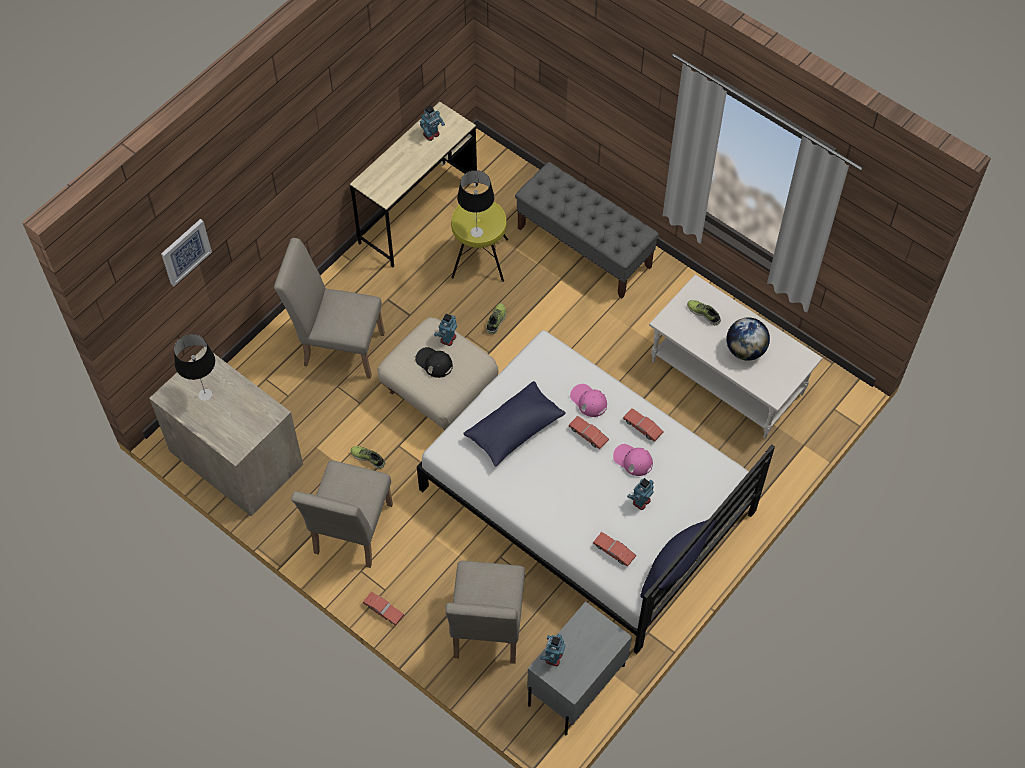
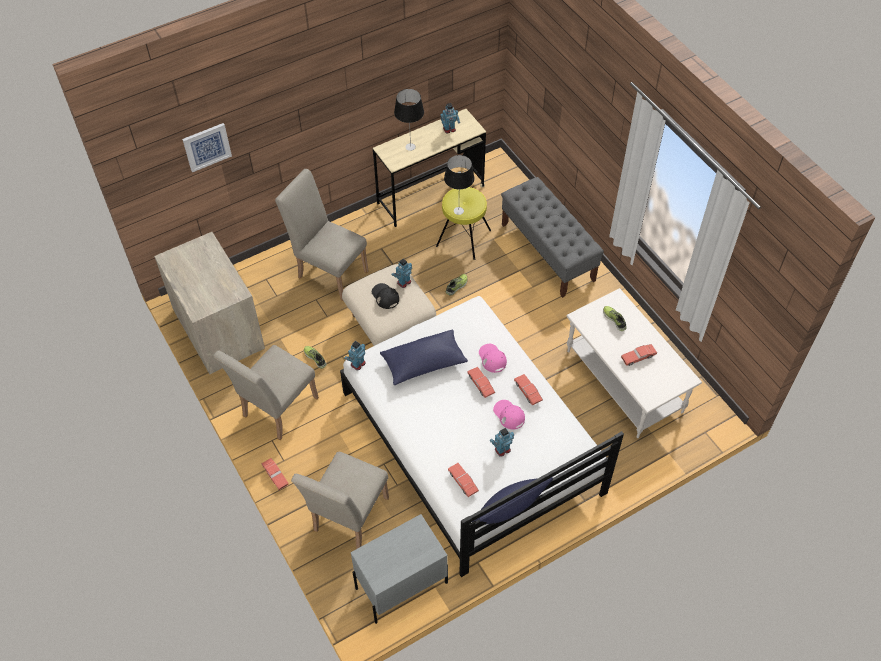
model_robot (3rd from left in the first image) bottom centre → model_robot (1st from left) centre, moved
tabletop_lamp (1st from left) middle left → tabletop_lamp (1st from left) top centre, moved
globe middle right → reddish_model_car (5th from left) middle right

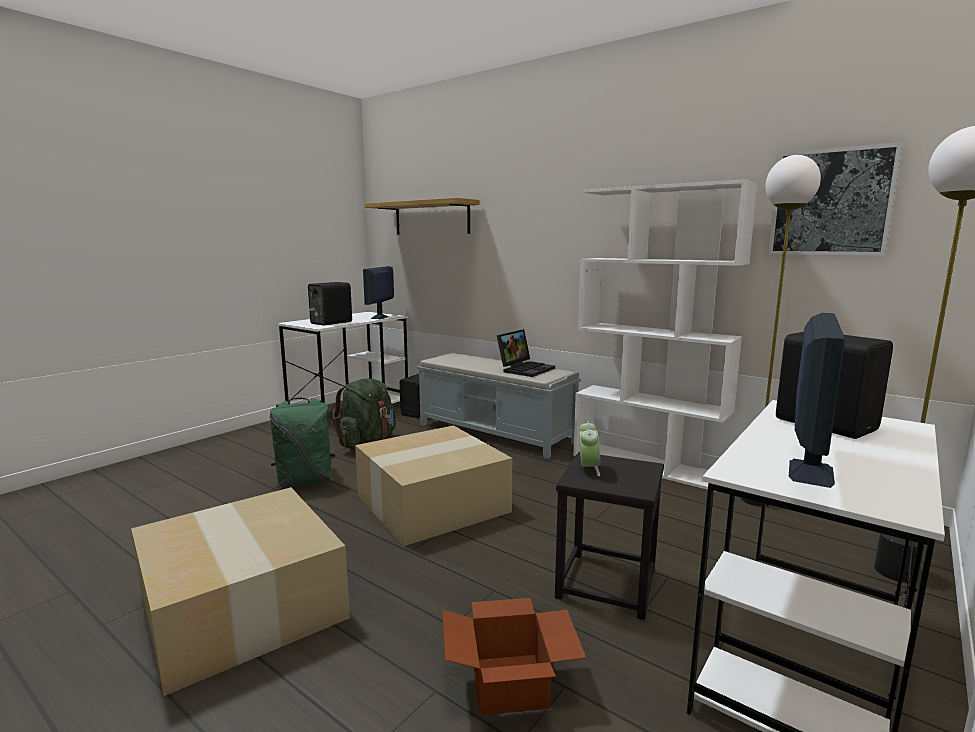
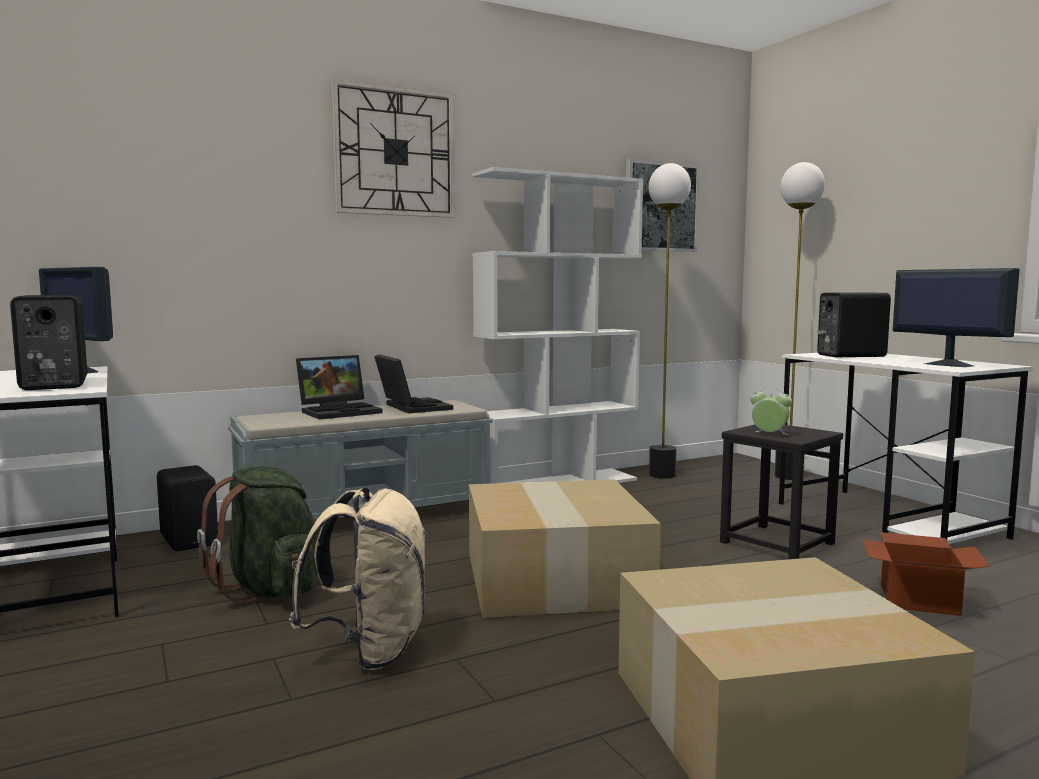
green-coloured_backpack (1st from left) middle left → beige_backpack bottom centre
- → laptop (1st from left) middle left
- → clock_on_the_wall top centre
wall_shelf top centre → -

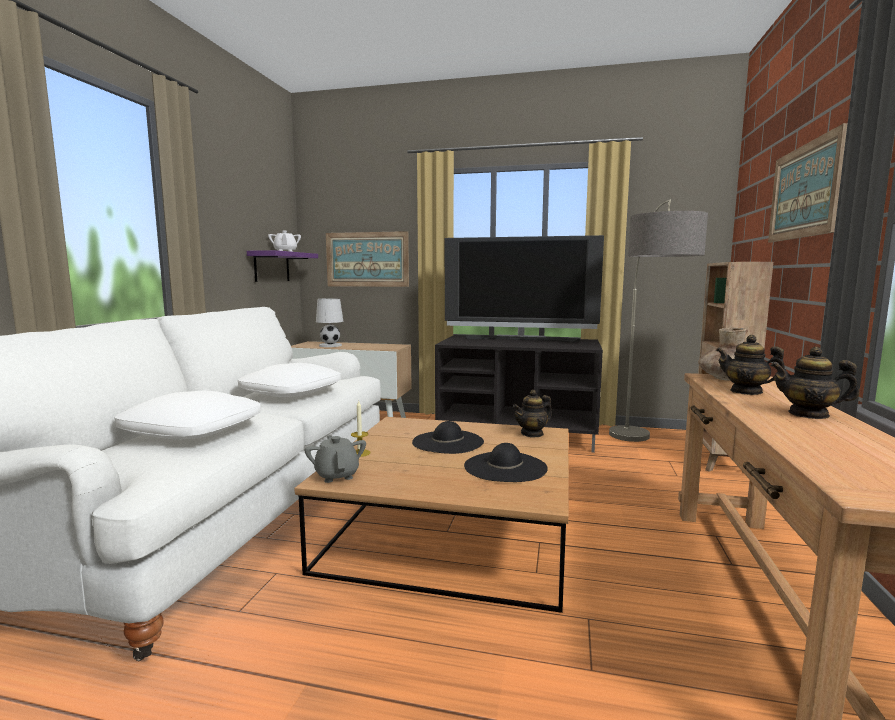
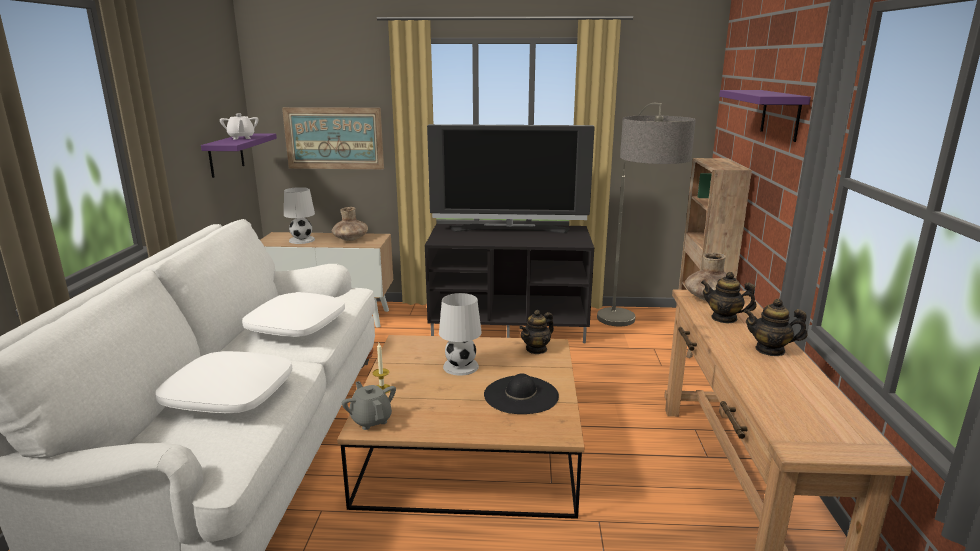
- → brown-coloured_decorative_vase (1st from left) centre
black_clothing_hat (1st from left) centre → white-coloured_tabletop_lamp (2nd from left) centre
wall_picture (2nd from left) top right → purple-coloured_wall_shelf (2nd from left) top right

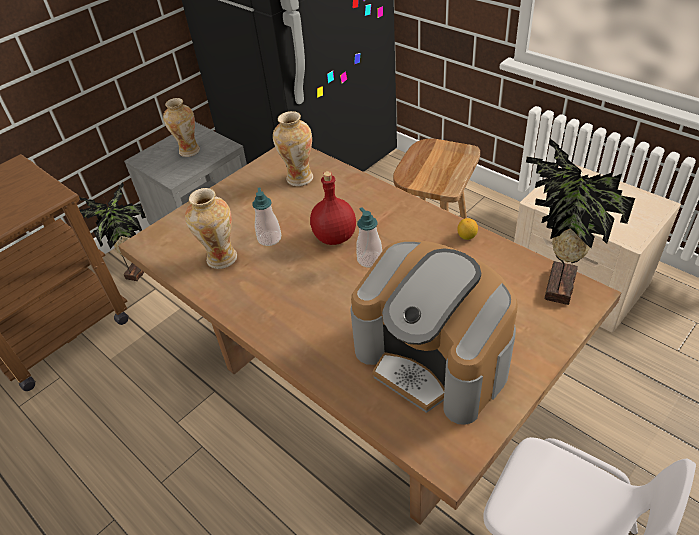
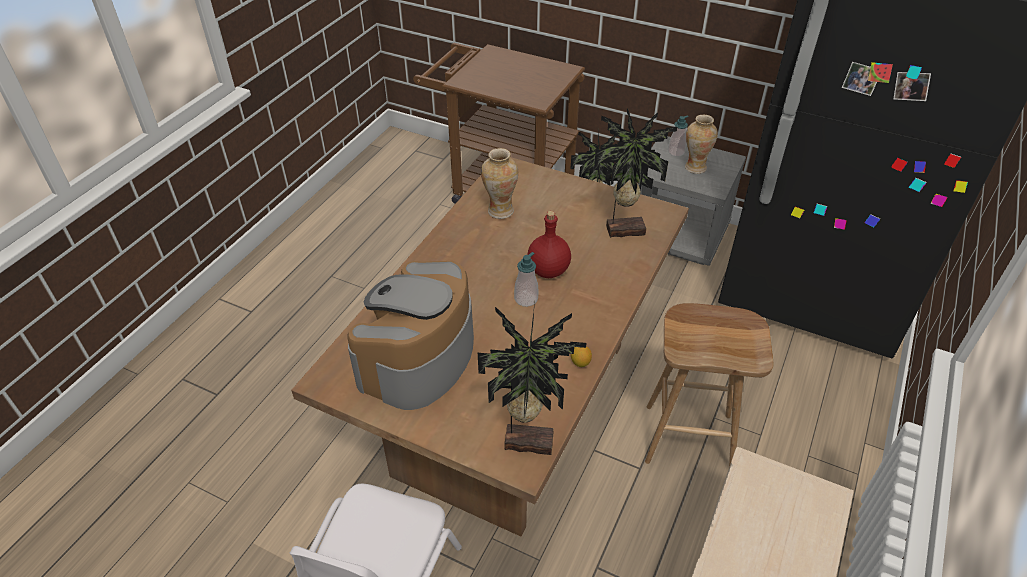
decorative_vase (3rd from left) top centre → houseplant (3rd from left) top centre
liquid_soap_bottle (1st from left in the first image) centre → liquid_soap_bottle (2nd from left) top centre, moved

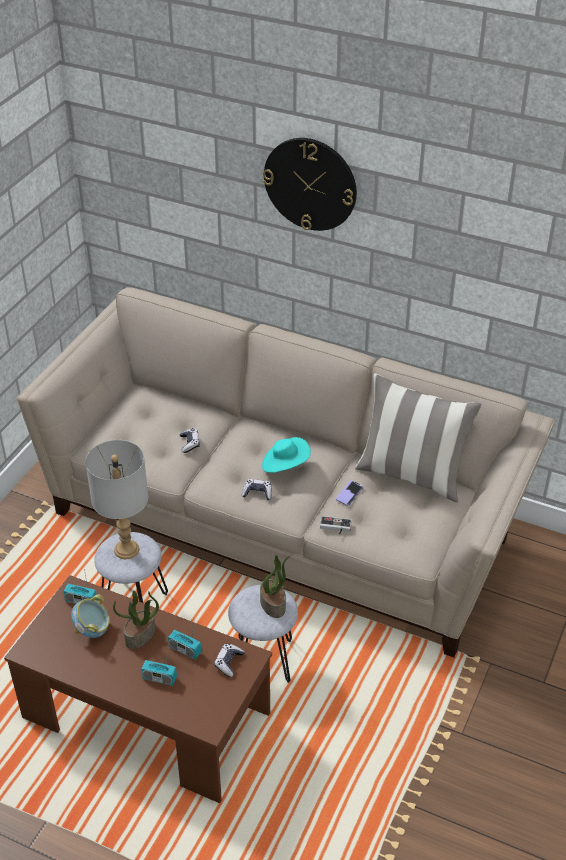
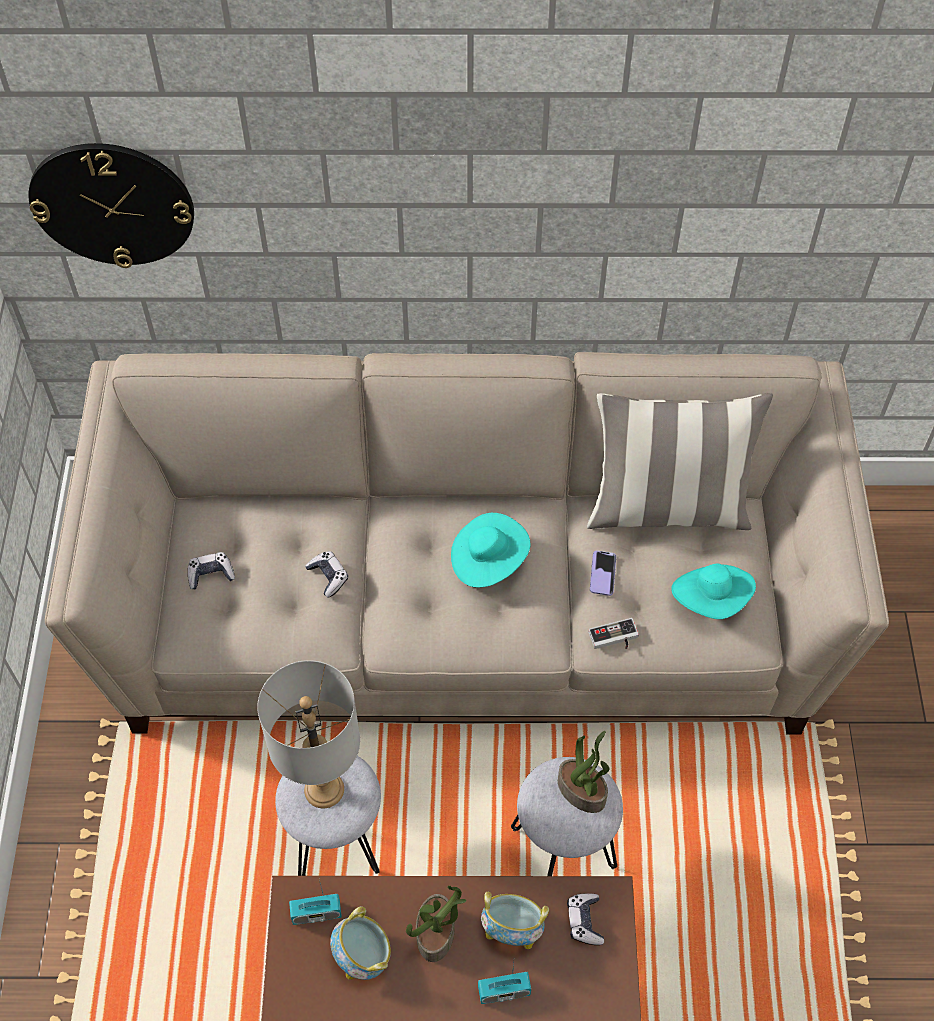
clock_on_the_wall top centre → clock_on_the_wall top left, moved
joypad (3rd from left in the first image) centre → joypad (1st from left) middle left, moved
radio_receiver (3rd from left) bottom left → deep_dish (2nd from left) bottom centre
- → blue-green_clothing_hat (2nd from left) middle right

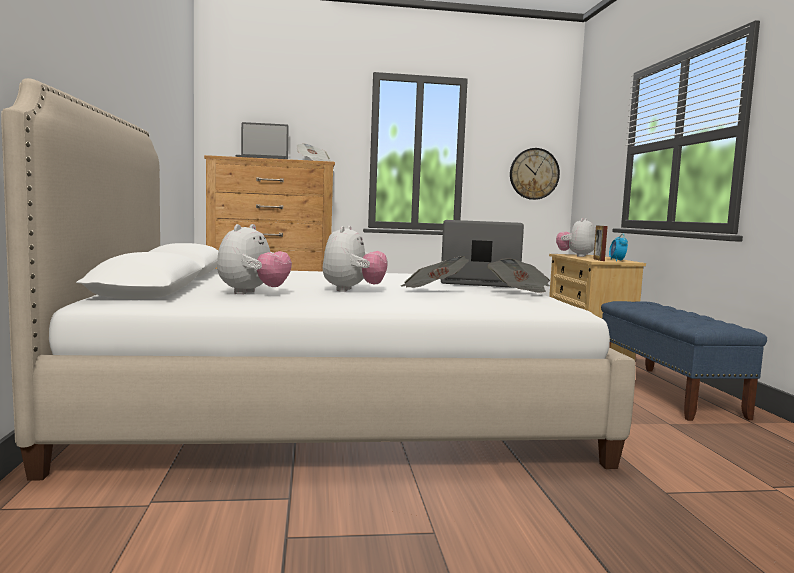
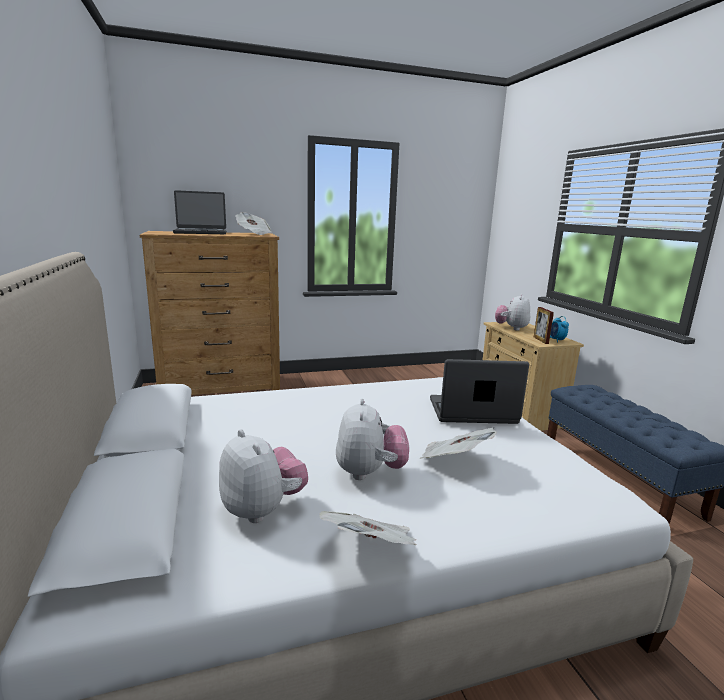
soft_toy (1st from left) middle left → soft_toy (1st from left) bottom centre, 45 degrees counterclockwise
daily_paper (3rd from left in the first image) centre → daily_paper (2nd from left) bottom centre, moved
clock_on_the_wall top right → -

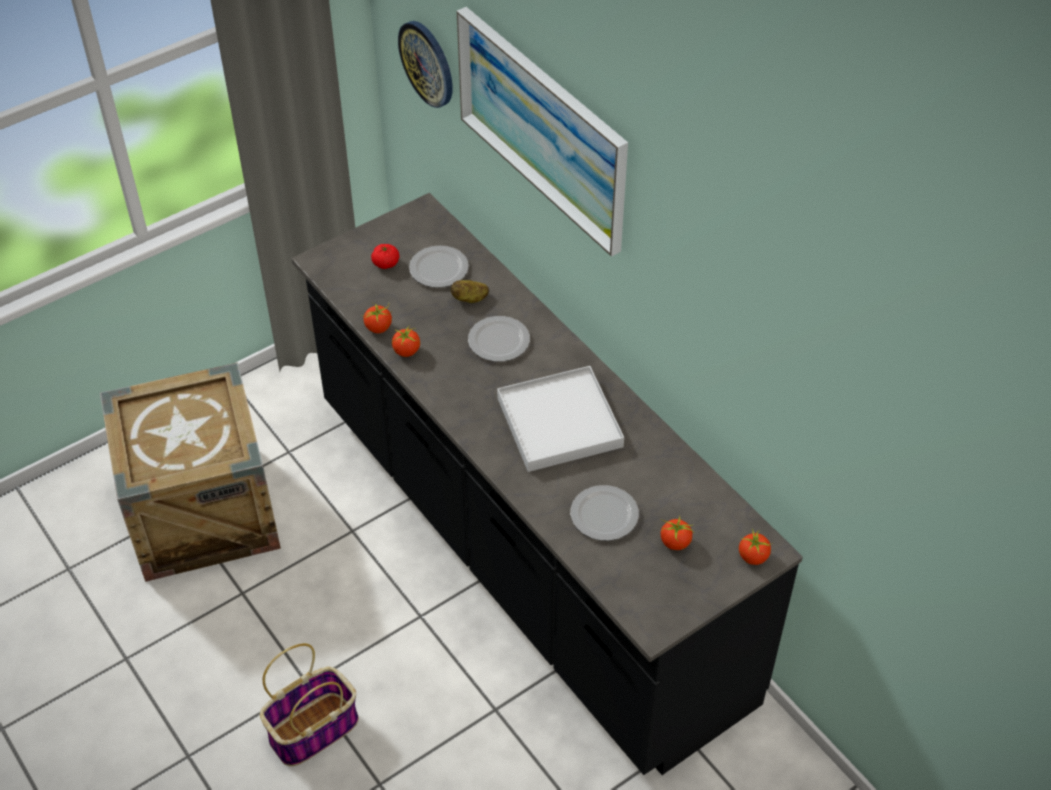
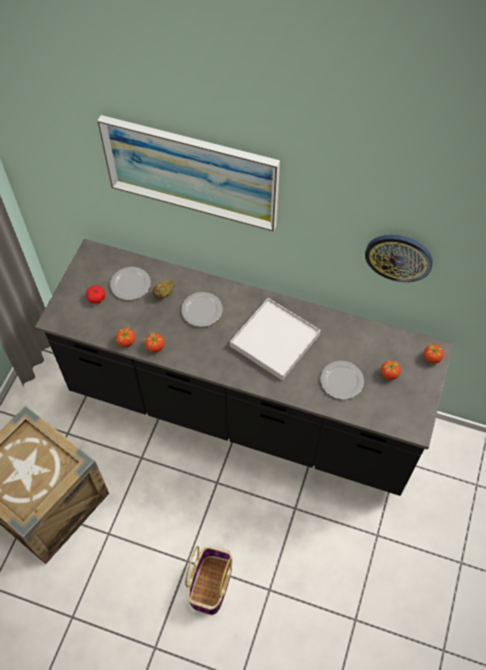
clock_on_the_wall top centre → clock_on_the_wall middle right, moved

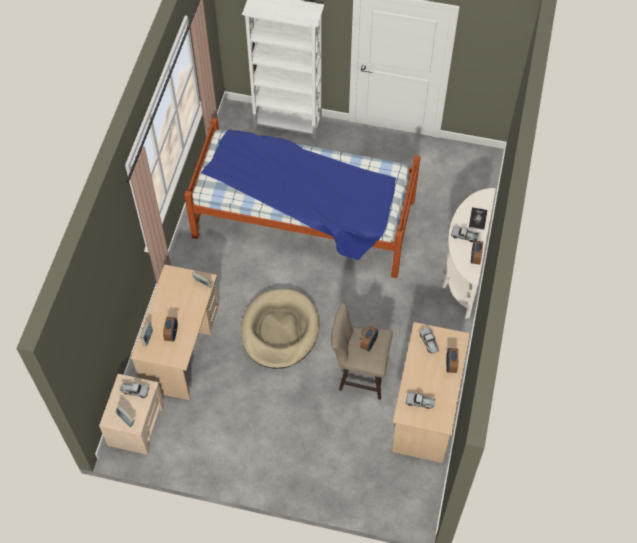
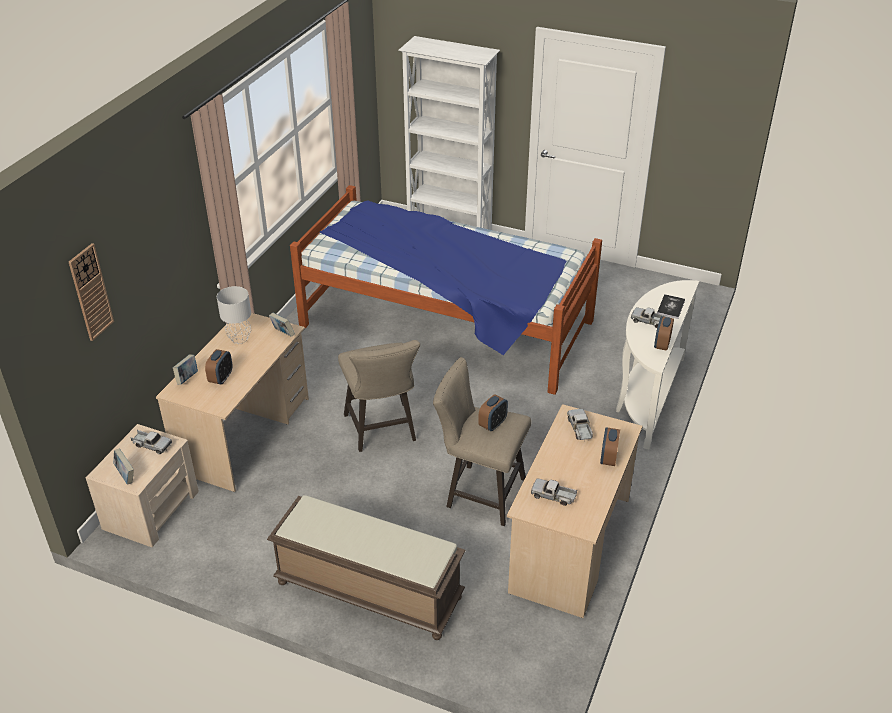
- → clock_on_the_wall middle left
- → gray_tabletop_lamp middle left
- → brown-coloured_long_seat bottom centre
beige_pet_bed centre → beige_stool (1st from left) centre

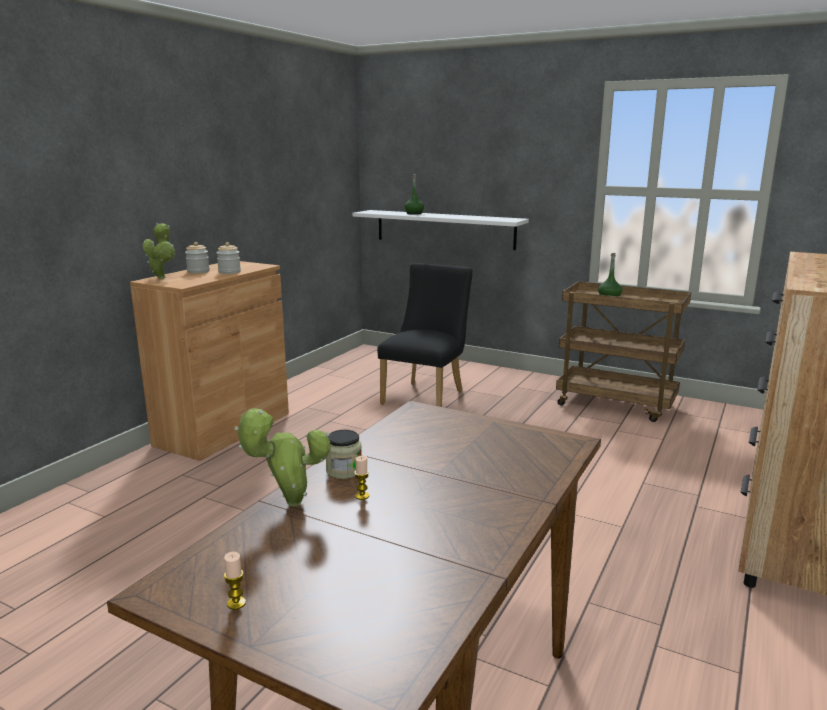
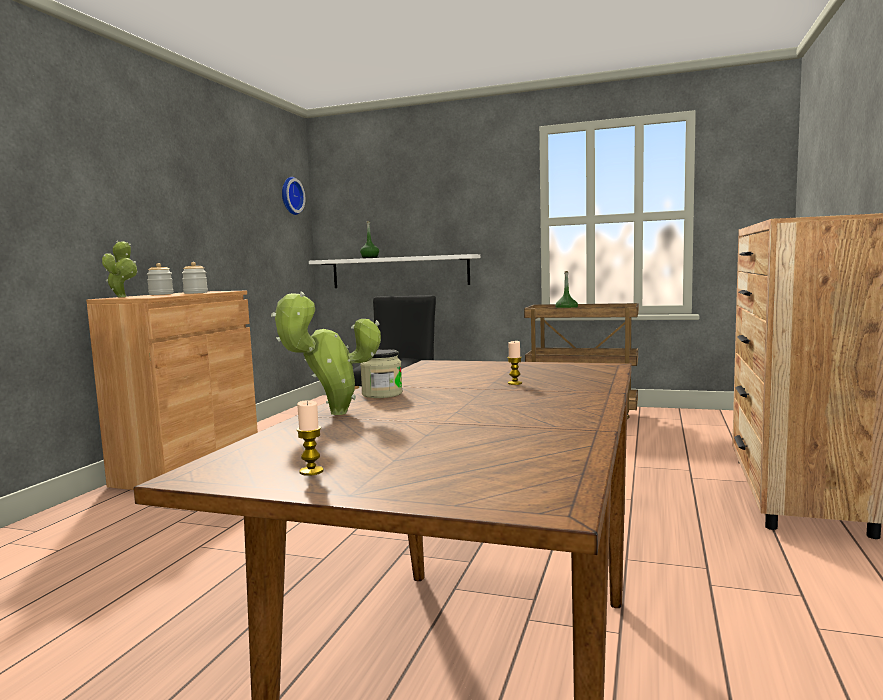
- → clock_on_the_wall top left
wax_candle (2nd from left) bottom centre → wax_candle (2nd from left) centre, moved

